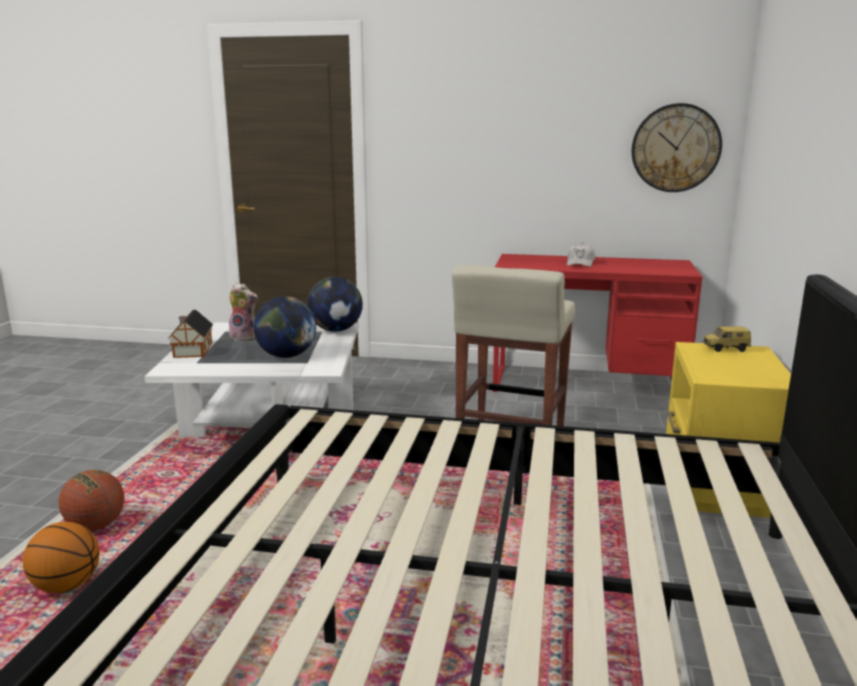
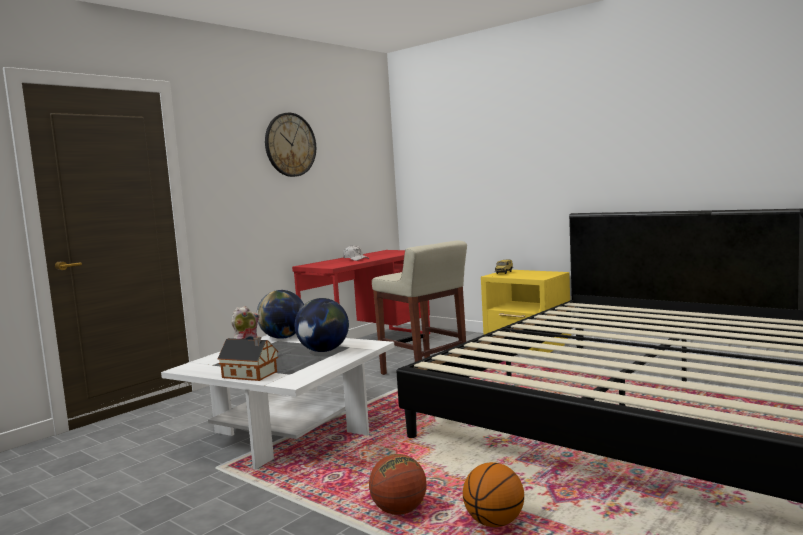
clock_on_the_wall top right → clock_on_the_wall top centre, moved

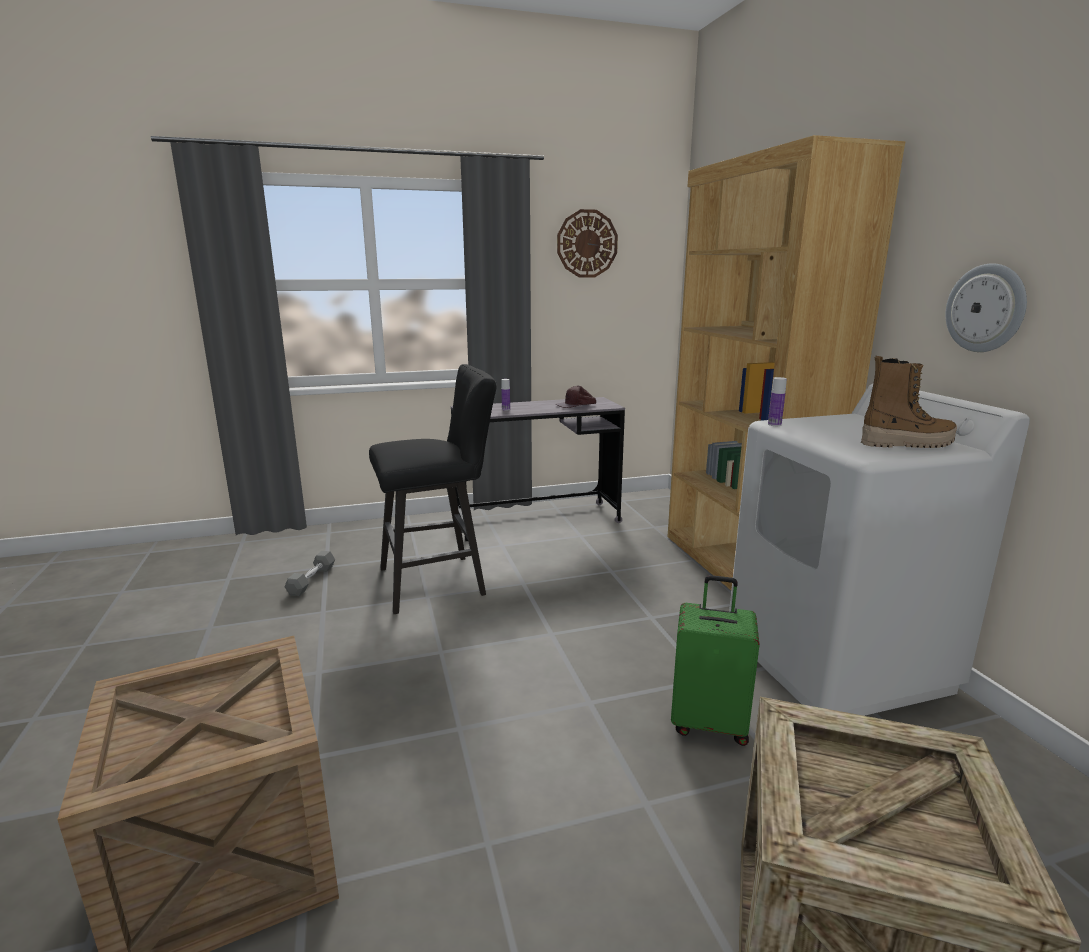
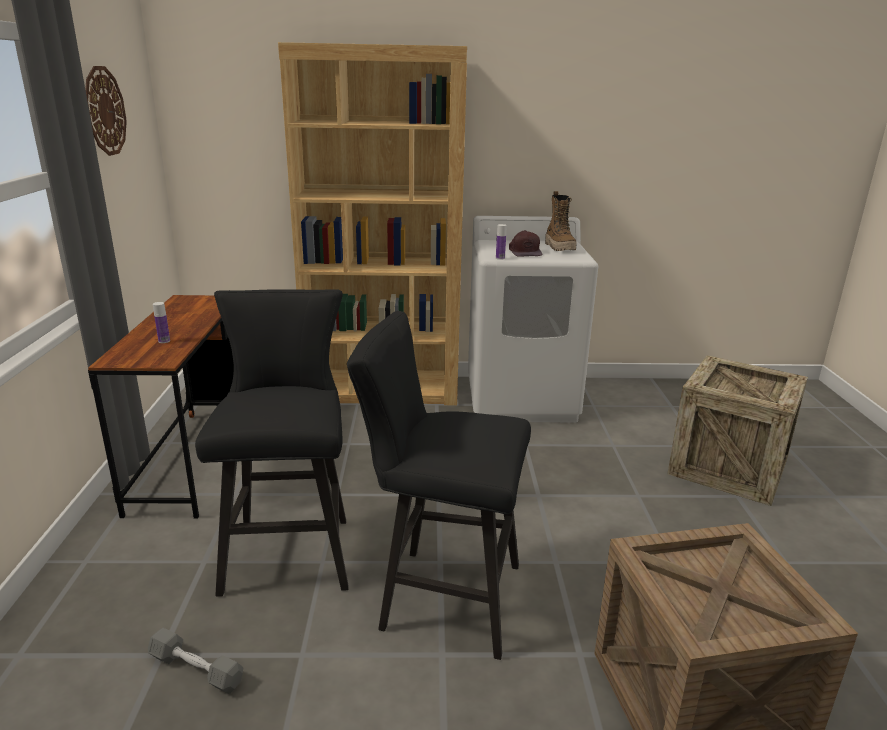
gray_desk_unit centre → brown-coloured_desk_unit middle left
- → black_stool (2nd from left) centre
brown-coloured_baseball_cap centre → brown-coloured_baseball_cap top centre, moved
high-top_boot middle right → high-top_boot top centre, 150 degrees clockwise
green-coloured_suitcase bottom centre → -
clock_on_the_wall (2nd from left) top right → -

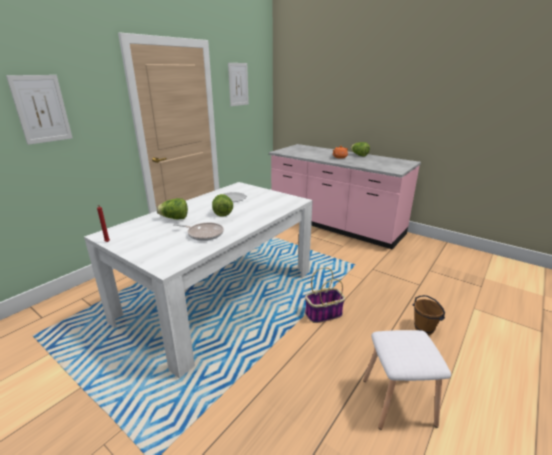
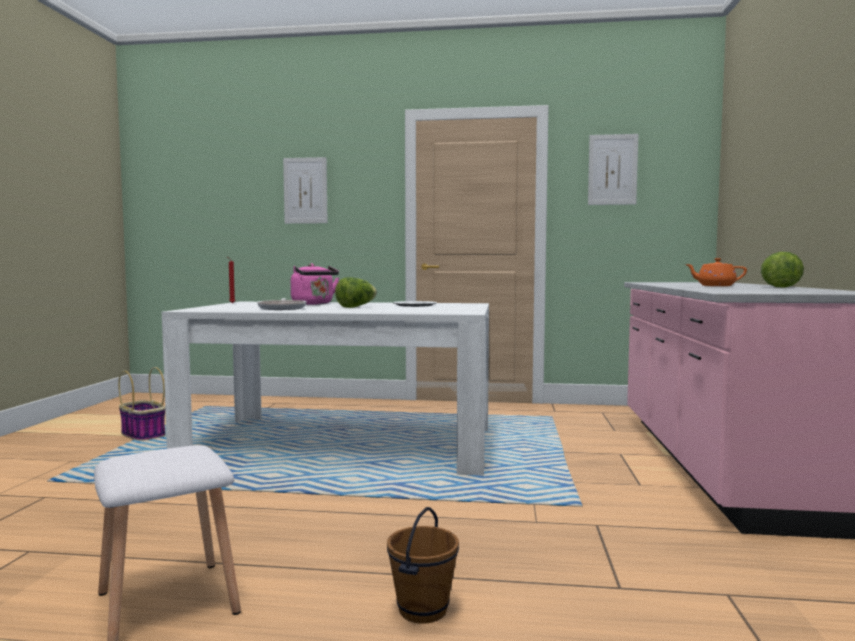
basket centre → basket middle left, moved
lettuce_head (1st from left) middle left → pinkish_kettle centre

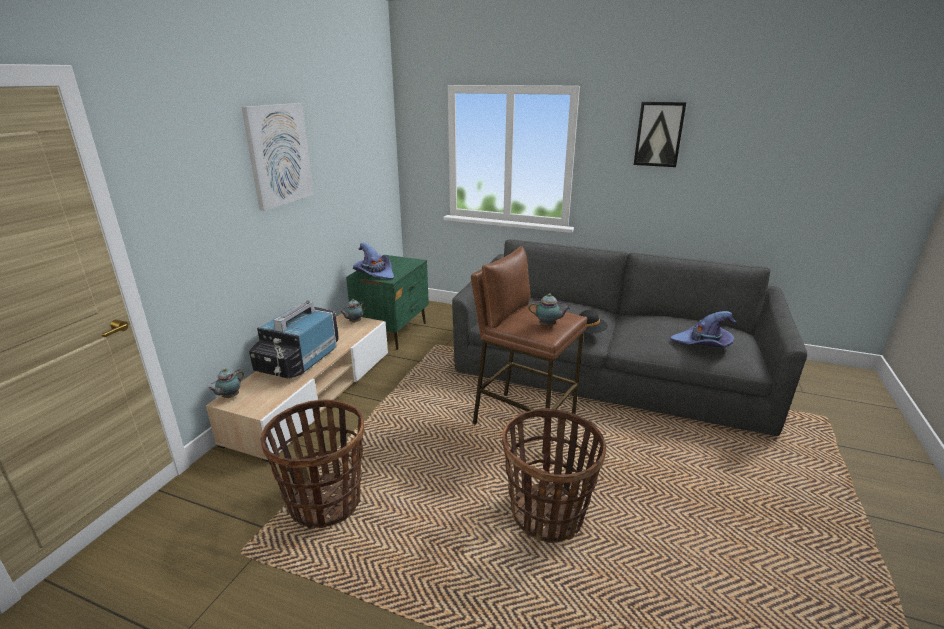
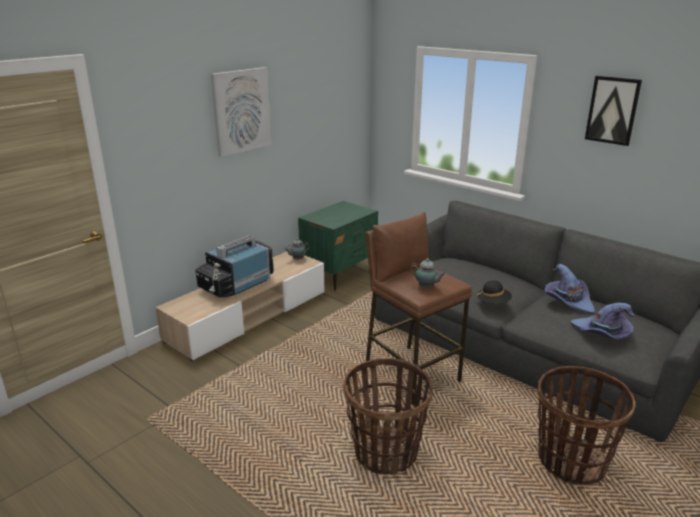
basket (1st from left in the first image) bottom left → basket (2nd from left) bottom right, moved
purple-coloured_clothing_hat (1st from left) centre → purple-coloured_clothing_hat (1st from left) middle right, moved
pot_for_tea (1st from left) middle left → -

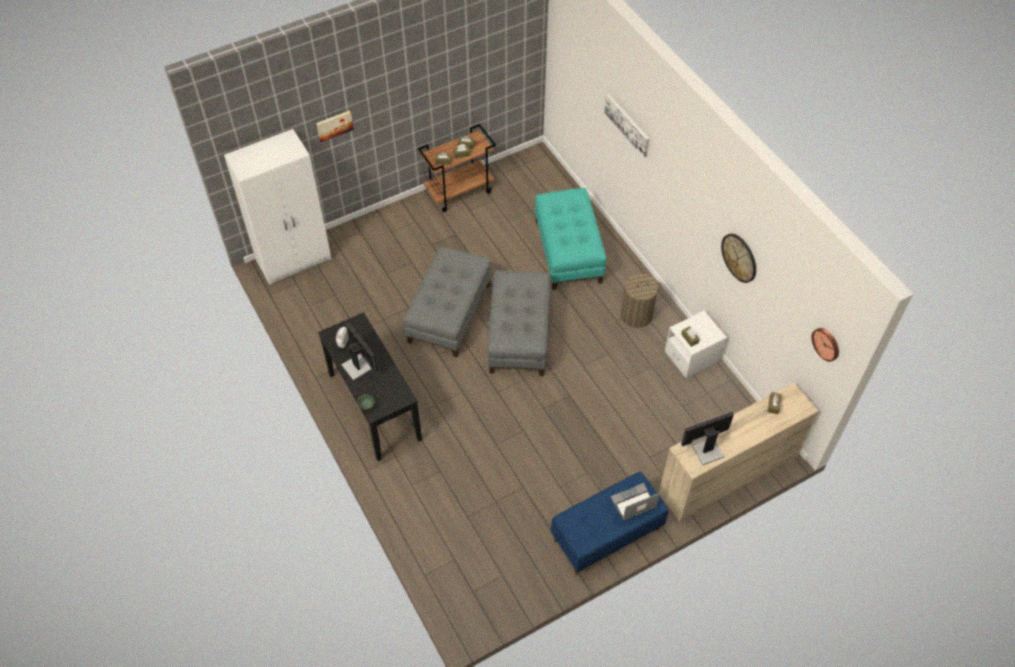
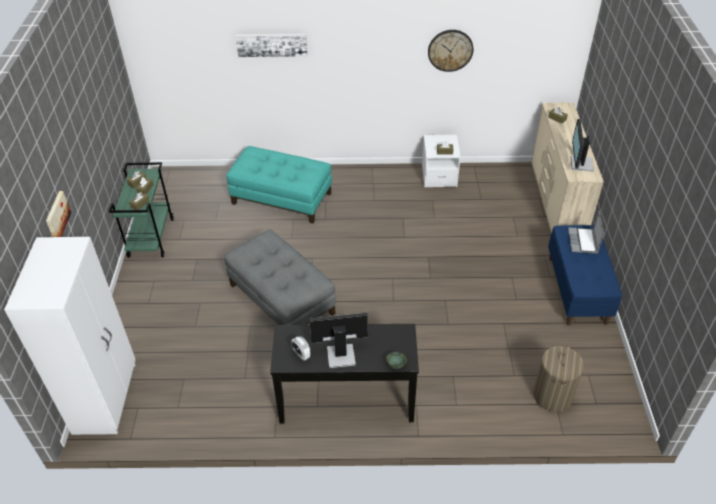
brown-coloured_wheeled_cart top centre → green-coloured_wheeled_cart middle left
hamper centre → hamper bottom right, moved
gray_pouffe (2nd from left) centre → -
clock_on_the_wall (2nd from left) middle right → -

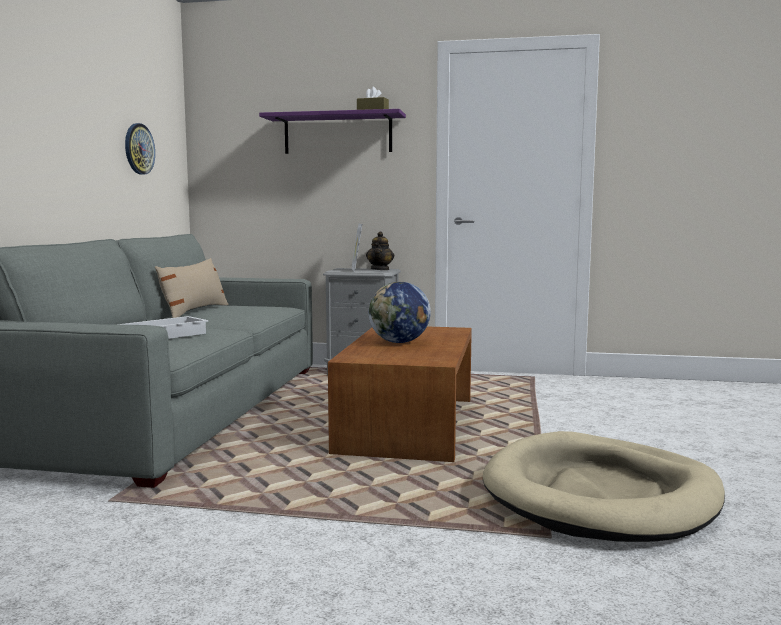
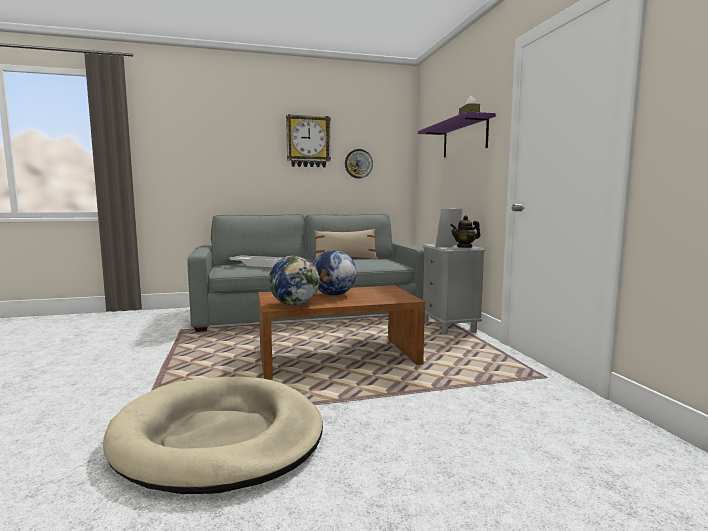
- → globe (1st from left) centre
- → clock_on_the_wall (1st from left) top centre

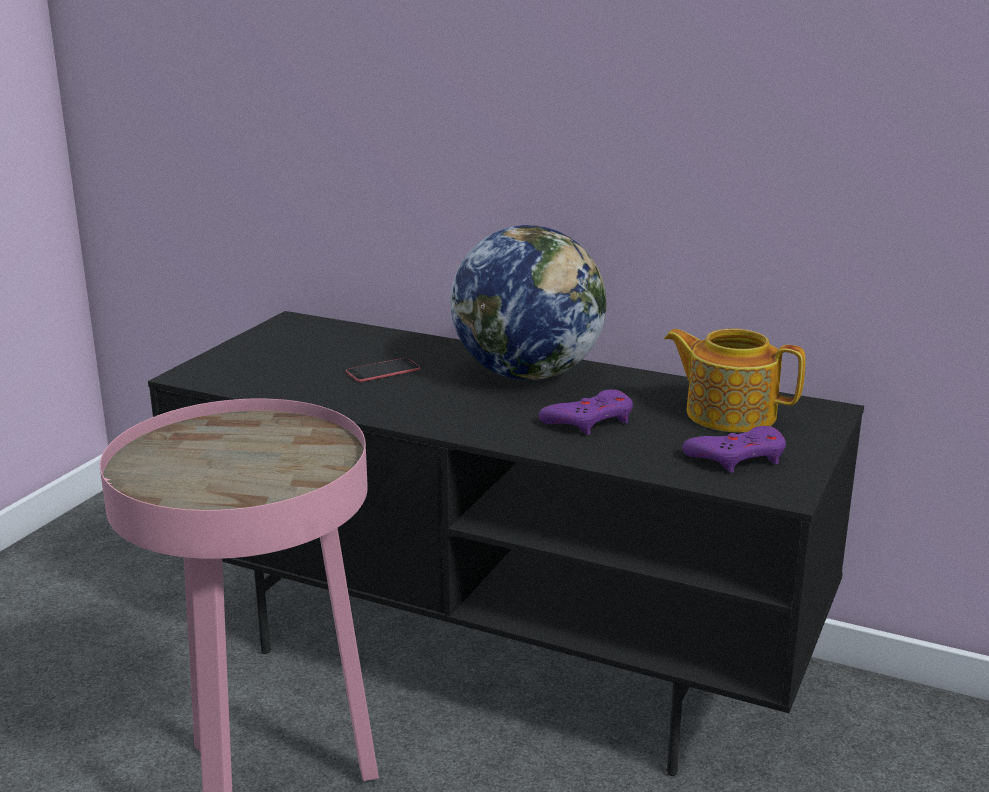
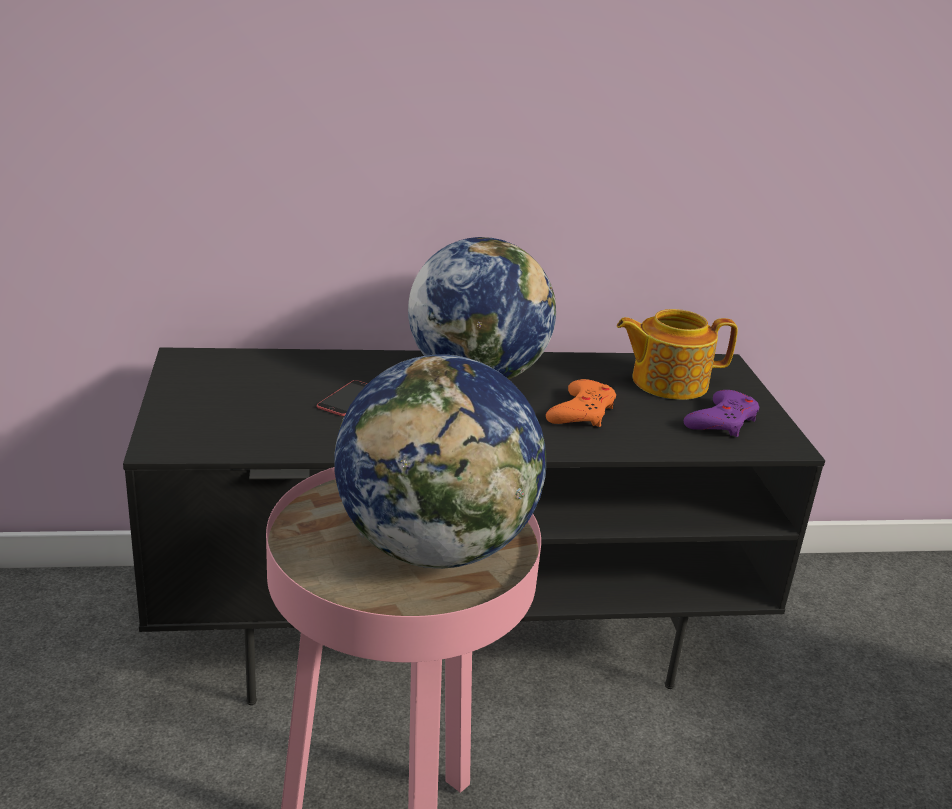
- → globe (1st from left) centre
purple-coloured_joypad (1st from left) centre → orange-coloured_joypad centre

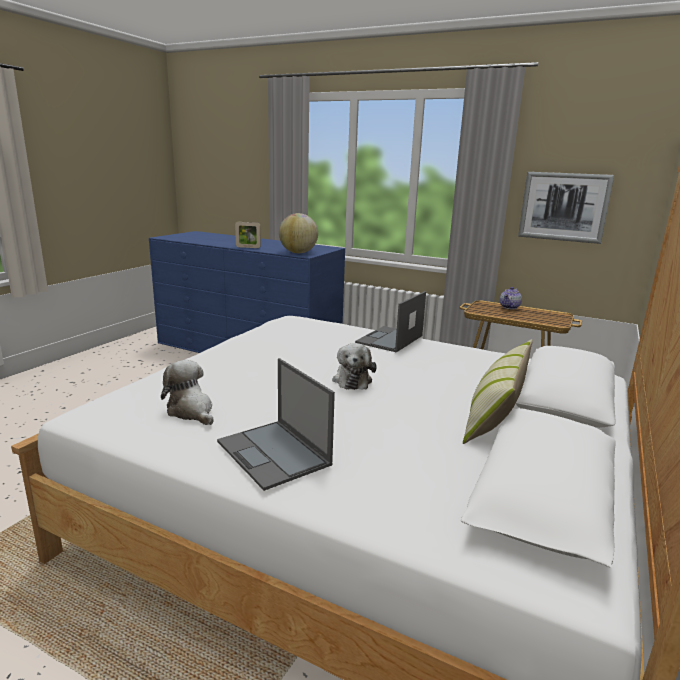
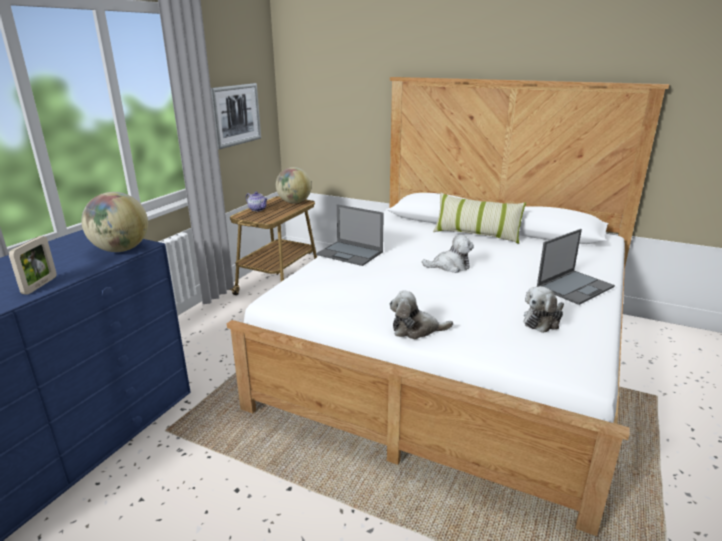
- → globe (2nd from left) centre
- → soft_toy (1st from left) centre

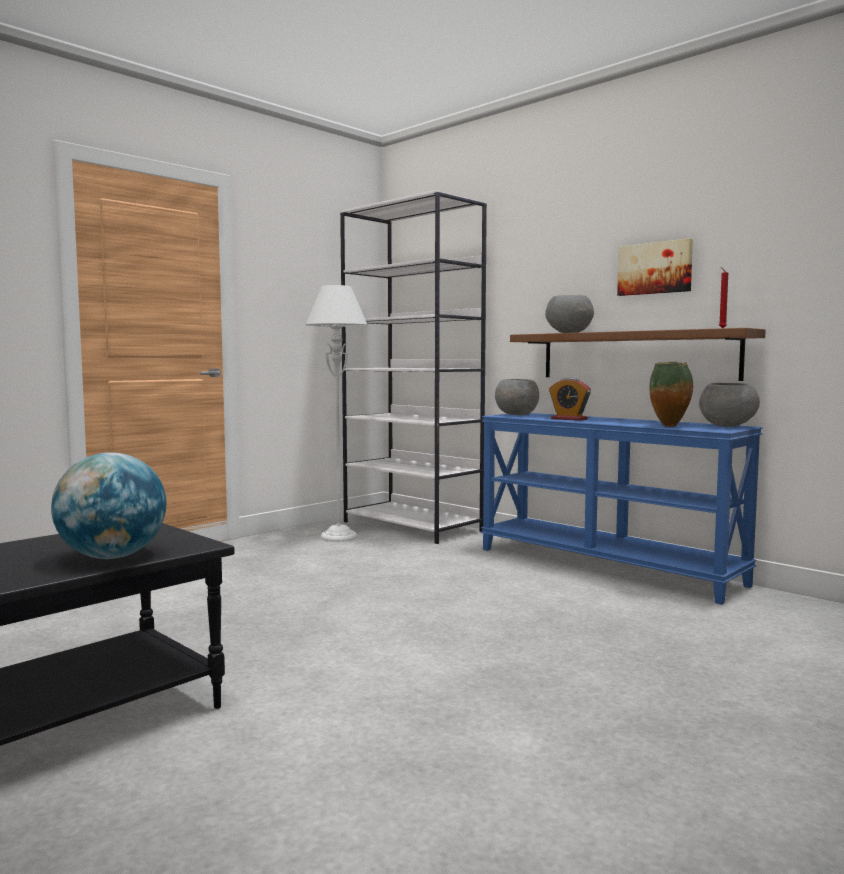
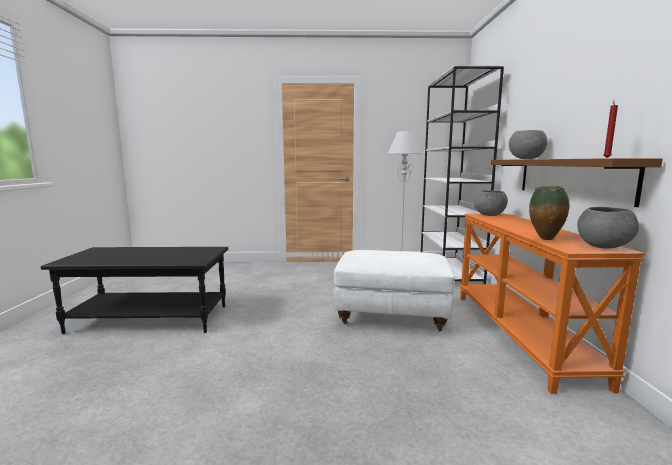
- → white-coloured_pouffe centre
blue-coloured_console_table middle right → orange-coloured_console_table middle right
globe middle left → -
bedside_clock middle right → -
wall_picture top right → -

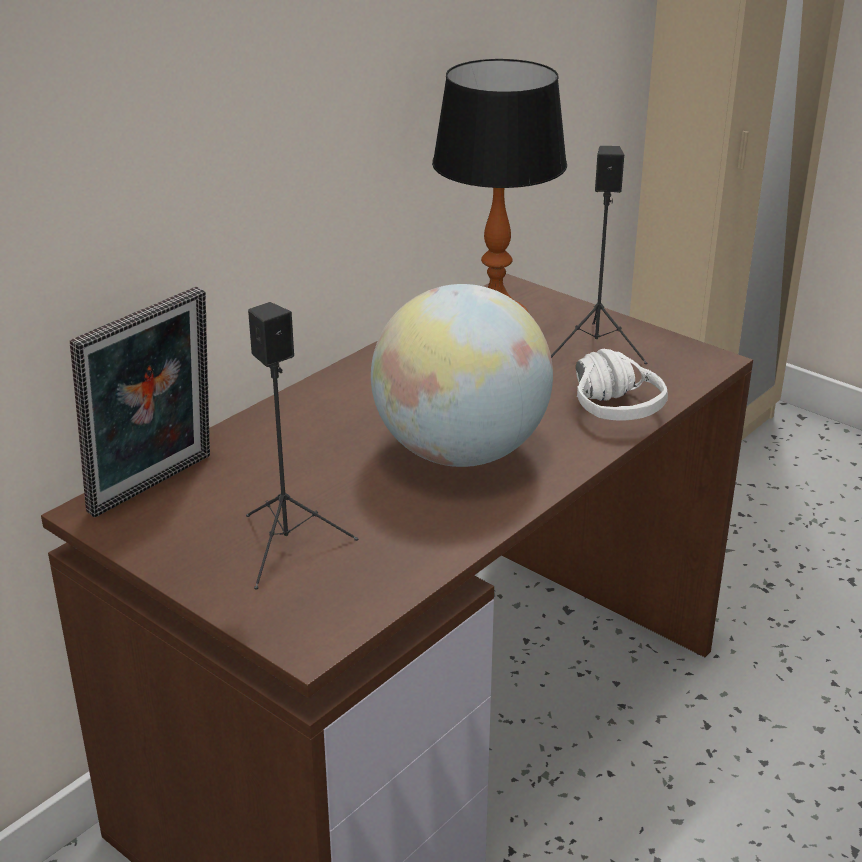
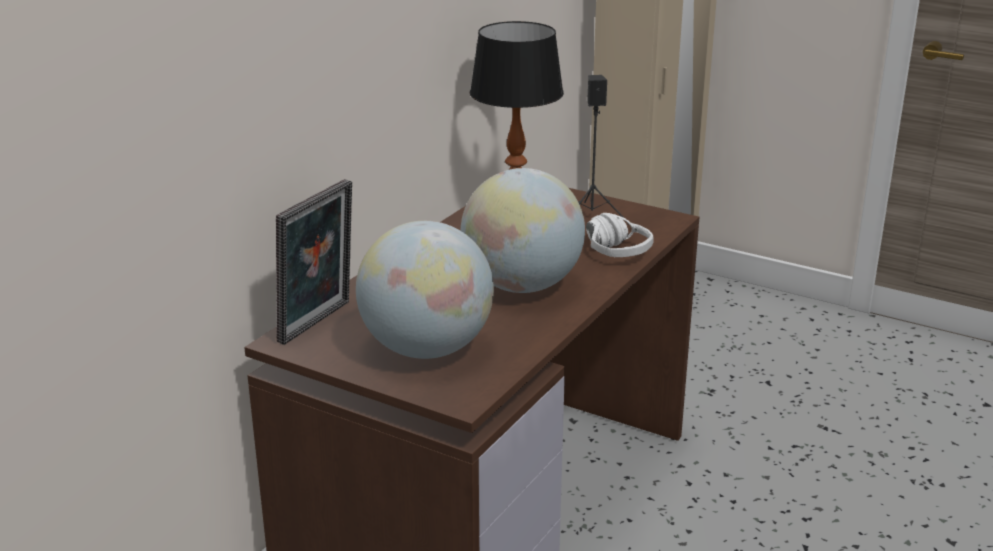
black_speaker (1st from left) centre → globe (1st from left) centre

